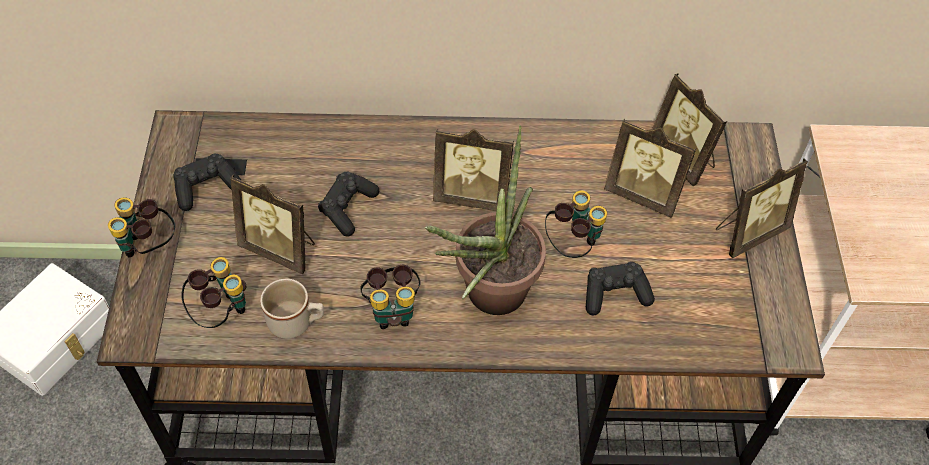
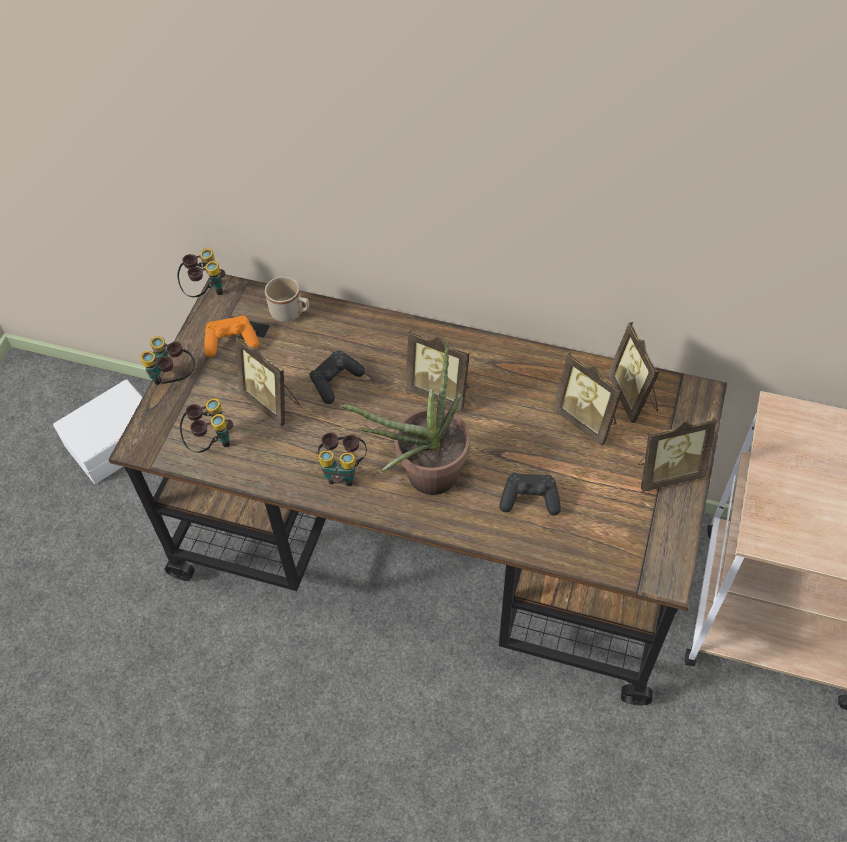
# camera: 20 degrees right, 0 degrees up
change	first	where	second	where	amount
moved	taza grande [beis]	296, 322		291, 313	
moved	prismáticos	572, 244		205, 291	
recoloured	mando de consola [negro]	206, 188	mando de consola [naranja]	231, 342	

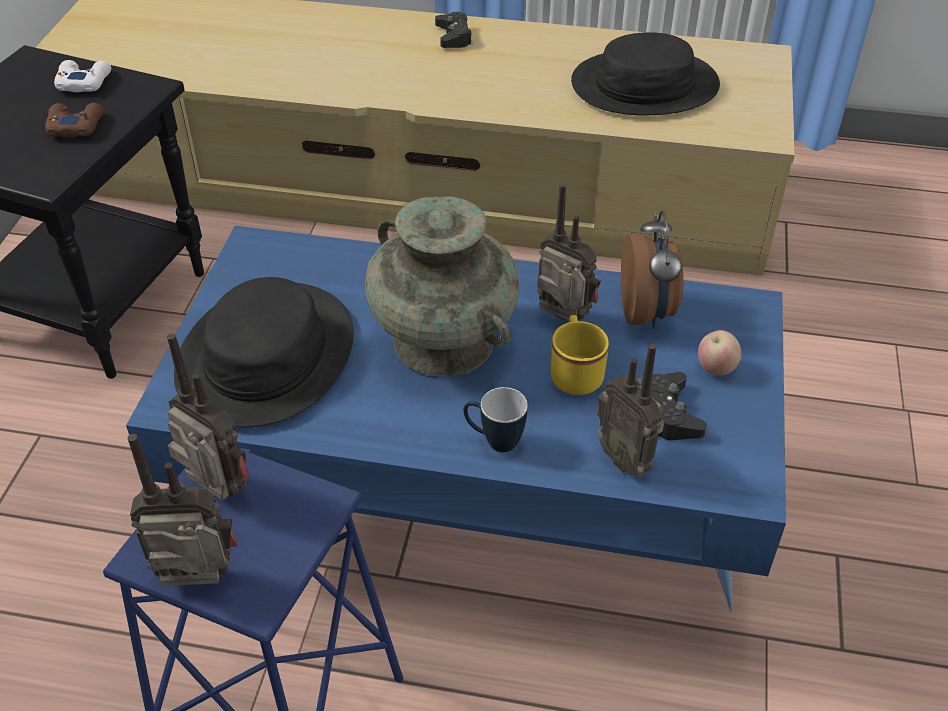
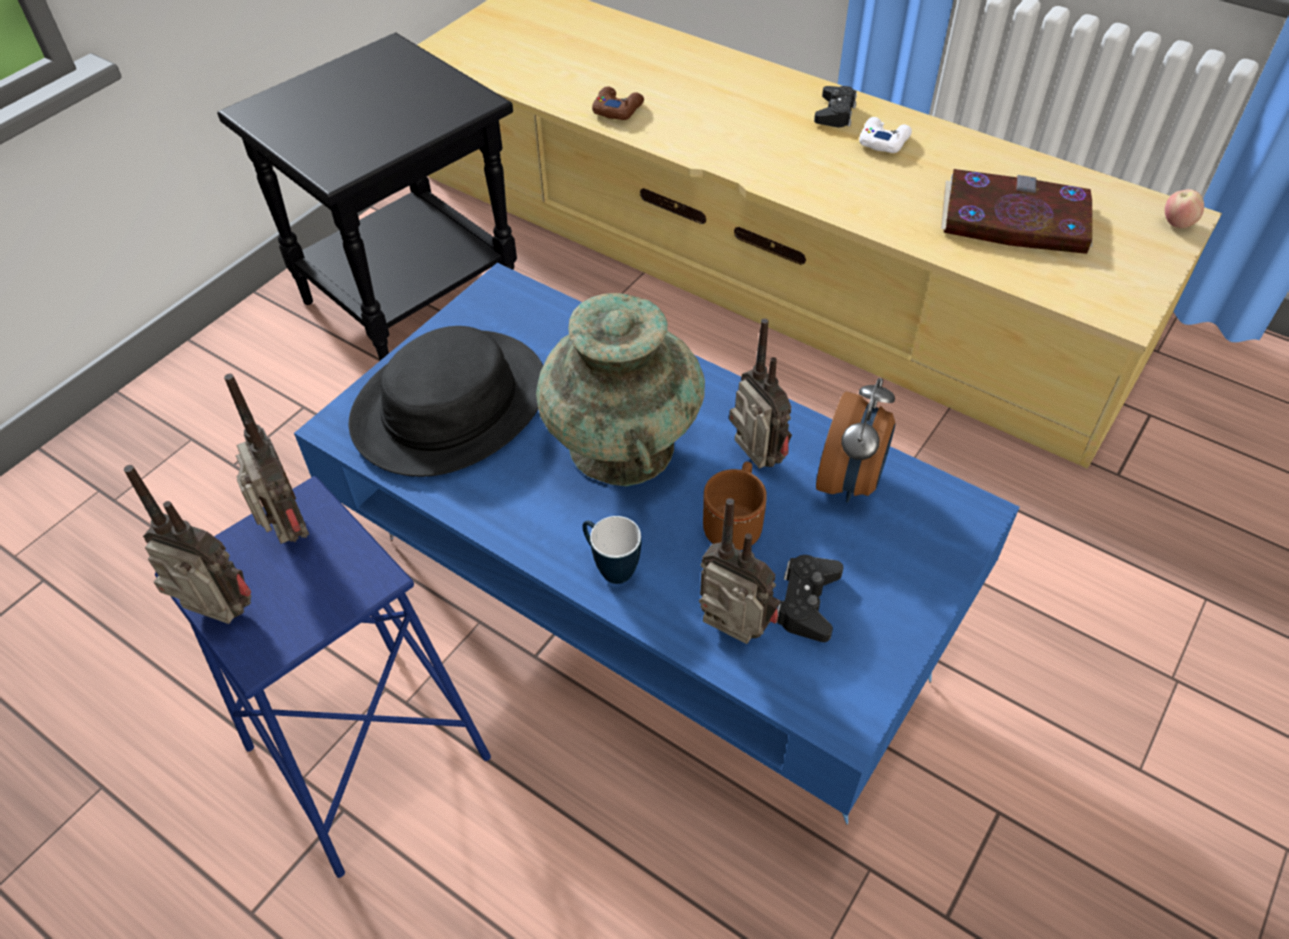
# camera: 25 degrees right, 5 degrees up
change	first	where	second	where	amount
moved	mando de consola [marrón]	75, 126		617, 109	
moved	mando de consola [blanco]	84, 82		883, 141	
moved	manzana	715, 368		1177, 223	
replaced	sombrero [negro]	644, 86	libro	1014, 219	
recoloured	taza grande [amarillo]	575, 372	taza grande [marrón]	735, 523	
turned	radio	626, 458		732, 635	135 degrees clockwise

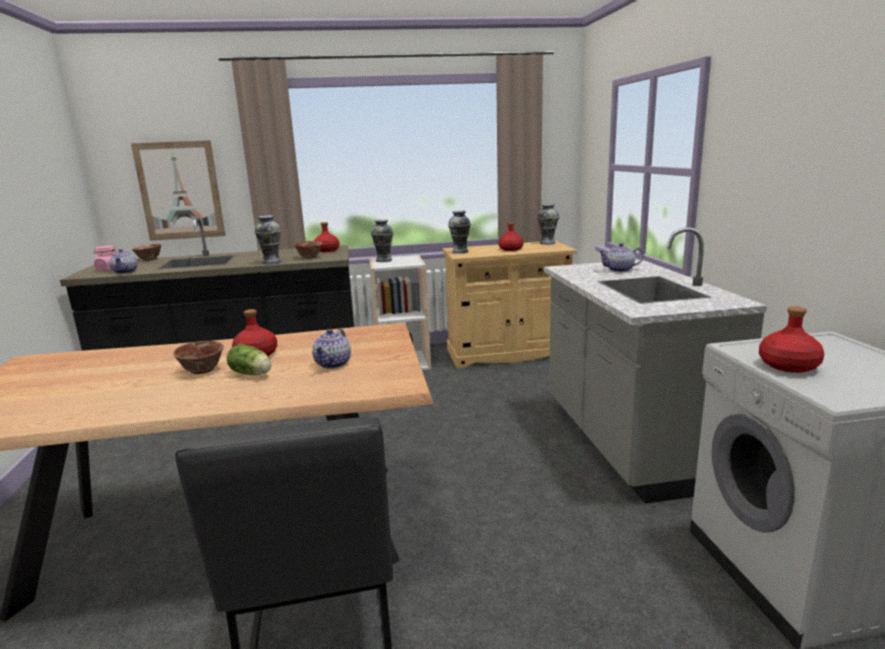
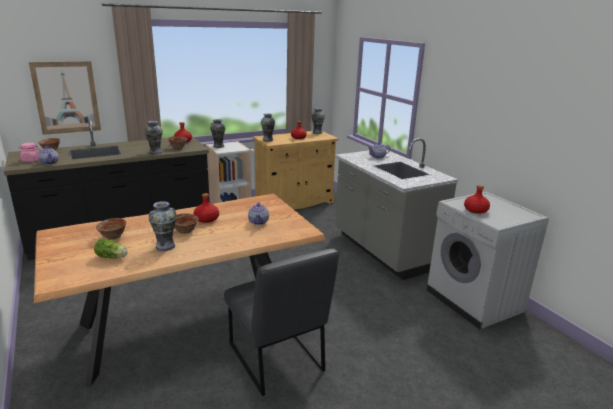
# camera: 20 degrees left, 5 degrees up
change	first	where	second	where	amount
added			cuenco	113, 237	
added			florero	165, 246	
moved	lechuga	252, 374		112, 257	

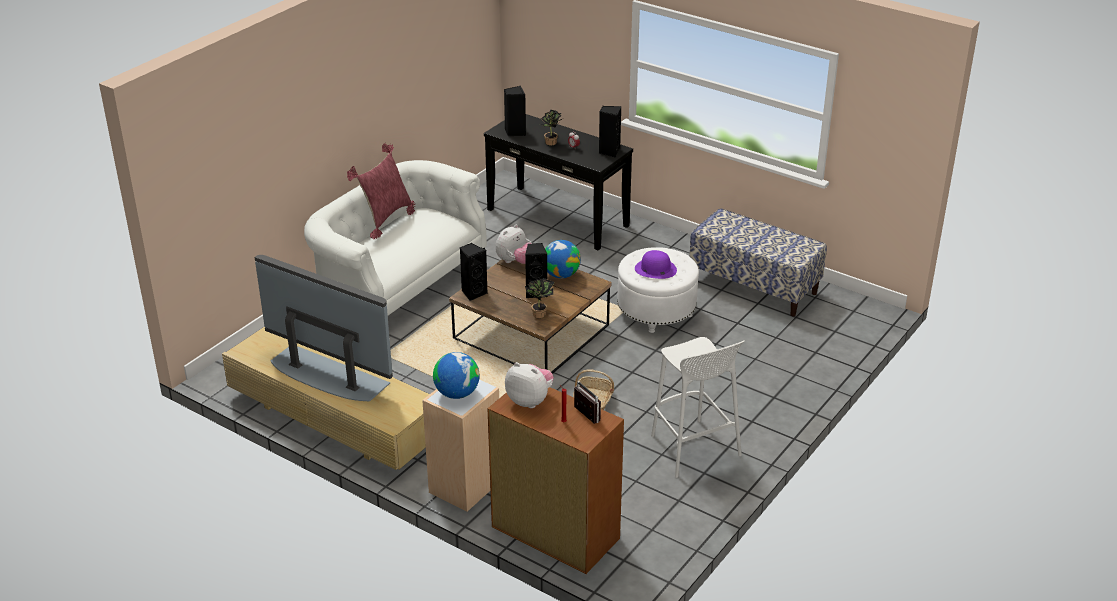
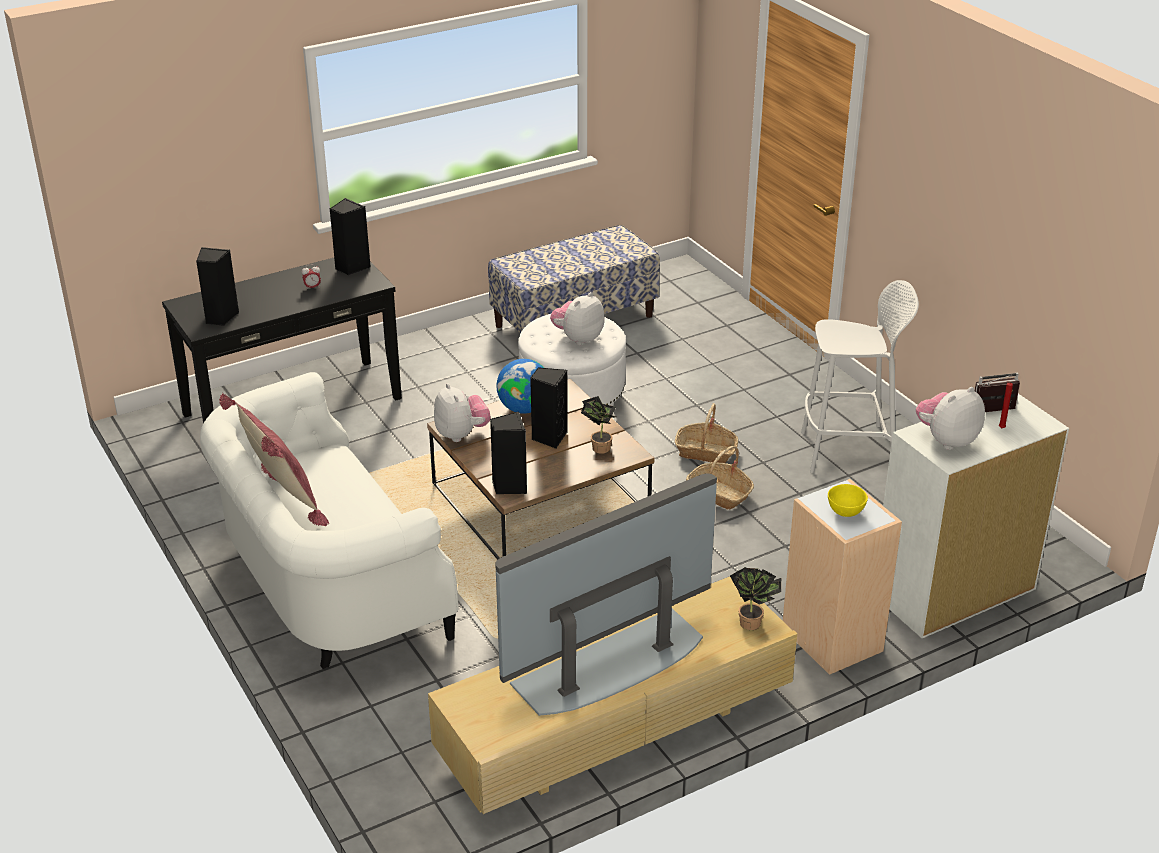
# camera: 65 degrees left, 0 degrees up
change	first	where	second	where	amount
added			cesta	705, 452	
moved	planta en maceta	552, 143		753, 622	
replaced	globo terráqueo	457, 393	cuenco [amarillo]	846, 512	
replaced	sombrero [morado]	655, 269	peluche	578, 338	
recoloured	armario [marrón]	555, 532	armario [blanco]	952, 591	

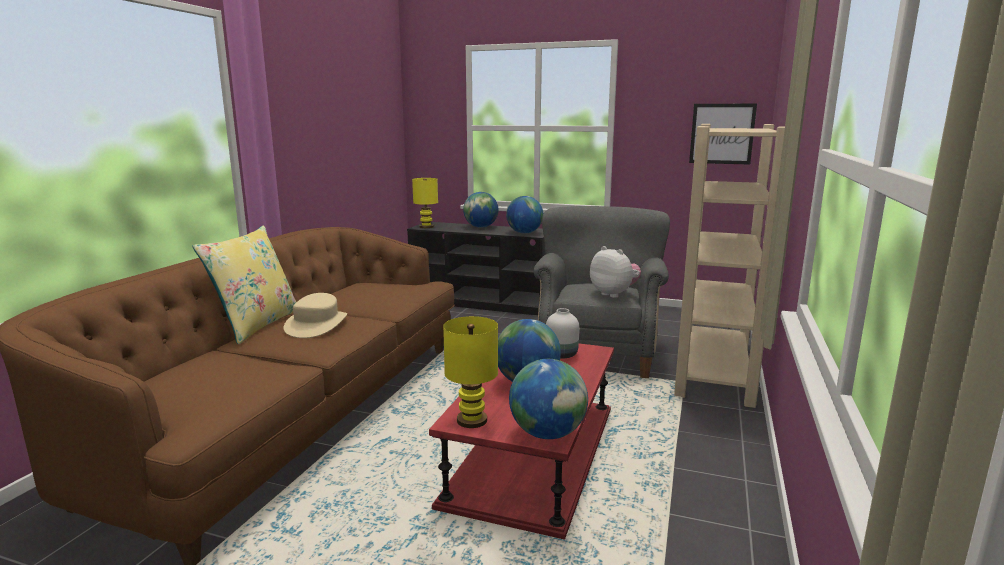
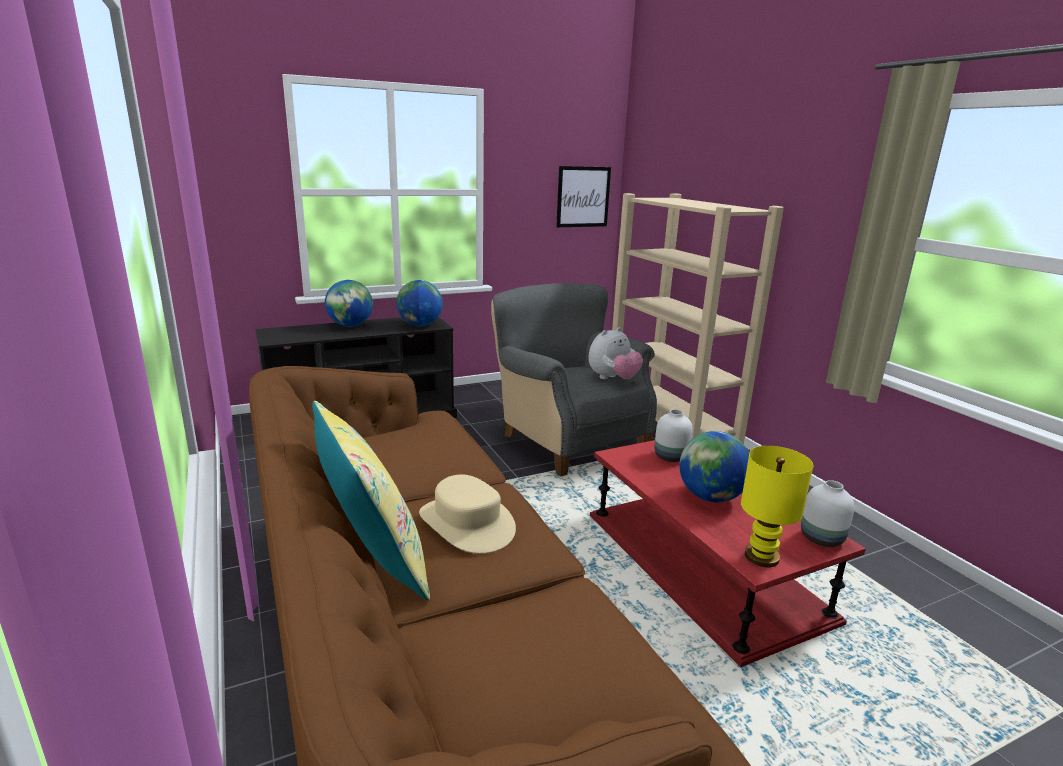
# camera: 45 degrees left, 5 degrees up
change	first	where	second	where	amount
removed	lámpara de mesa [amarillo]	426, 227			
replaced	globo terráqueo	547, 434	florero [blanco]	822, 538	
turned	peluche	614, 294		613, 379	135 degrees clockwise

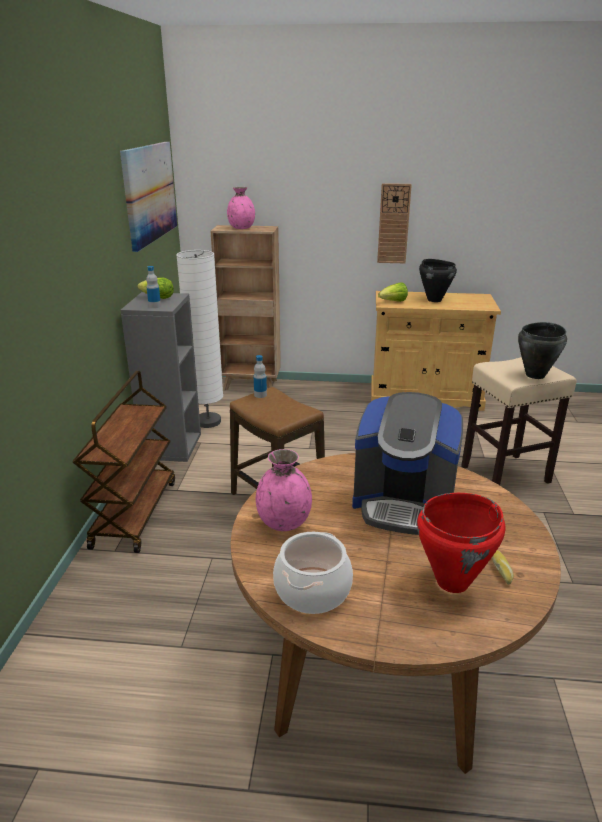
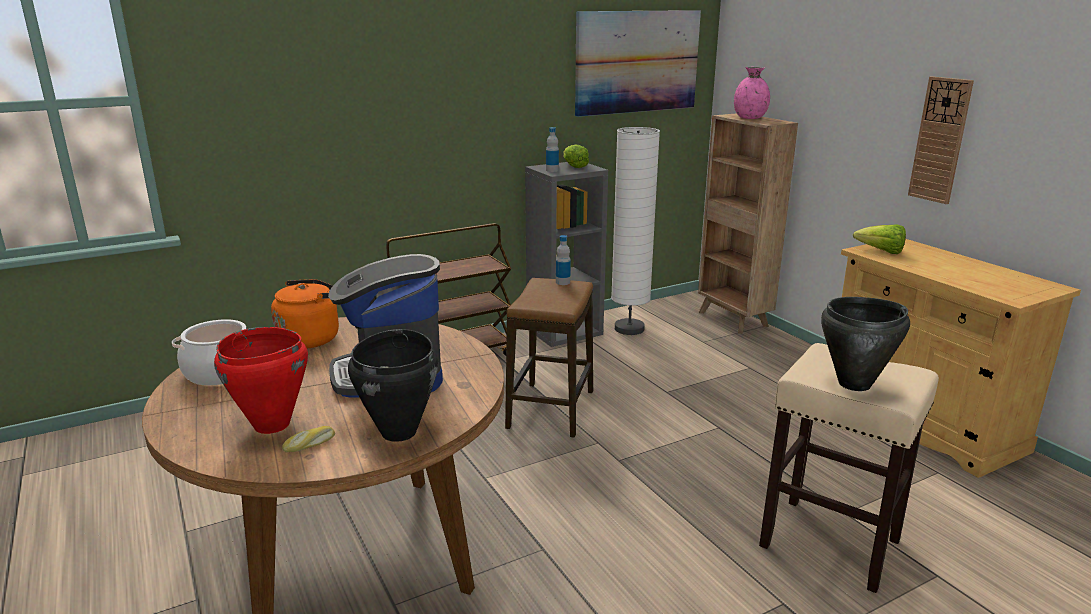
# camera: 55 degrees right, 5 degrees down
change	first	where	second	where	amount
moved	olla [negro]	434, 300		400, 432	
replaced	florero [rosa]	284, 522	hervidor [naranja]	312, 338	

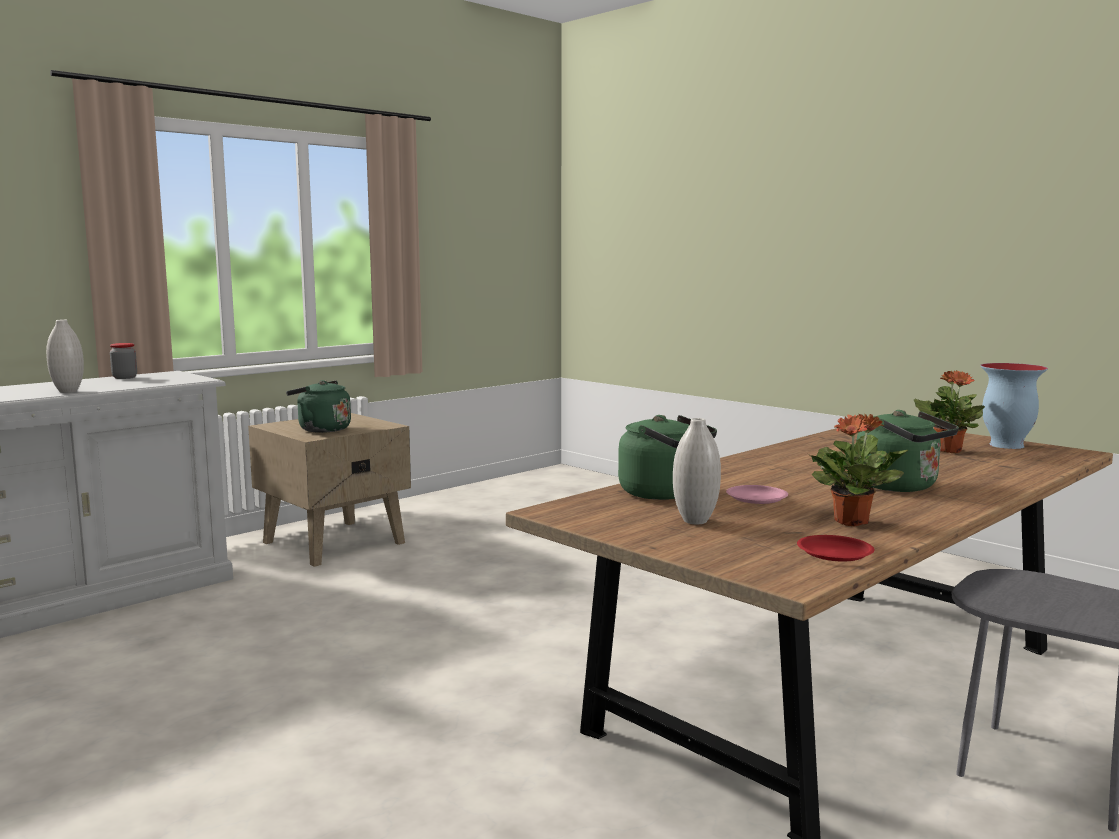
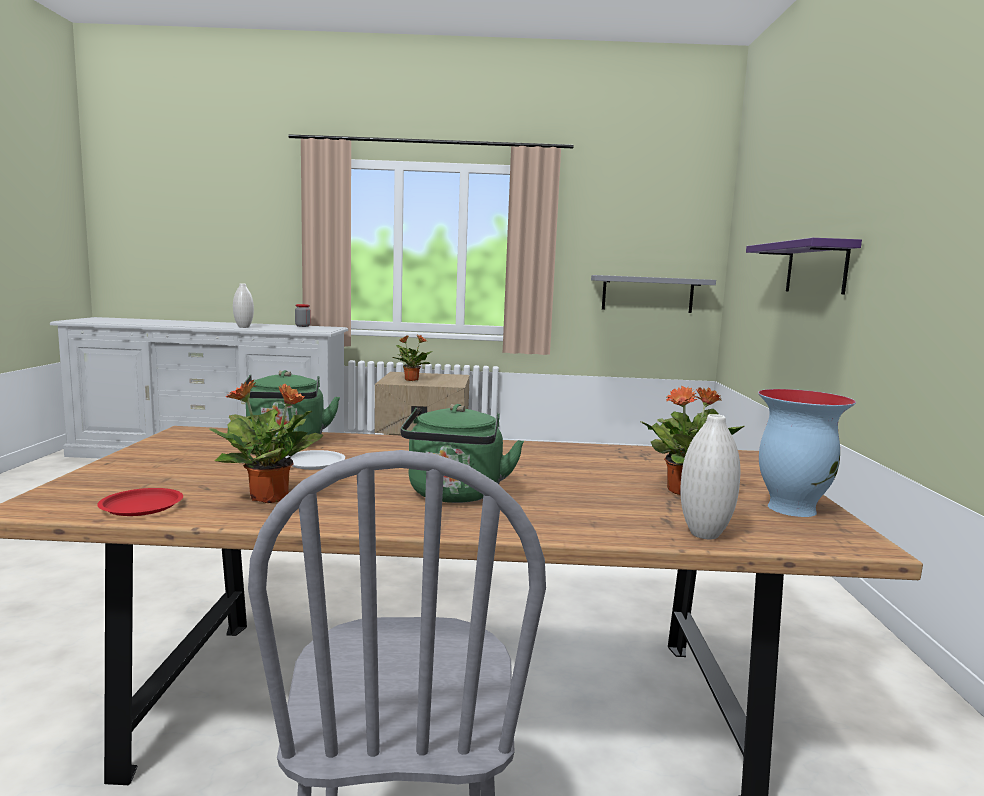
# camera: 45 degrees right, 0 degrees up
change	first	where	second	where	amount
added			estante [gris]	647, 294	
added			estante [morado]	816, 268	
moved	florero [blanco]	695, 521		704, 534	
replaced	hervidor [verde]	321, 429	planta en maceta	411, 380	
recoloured	plato [rosa]	756, 498	plato [blanco]	313, 463	

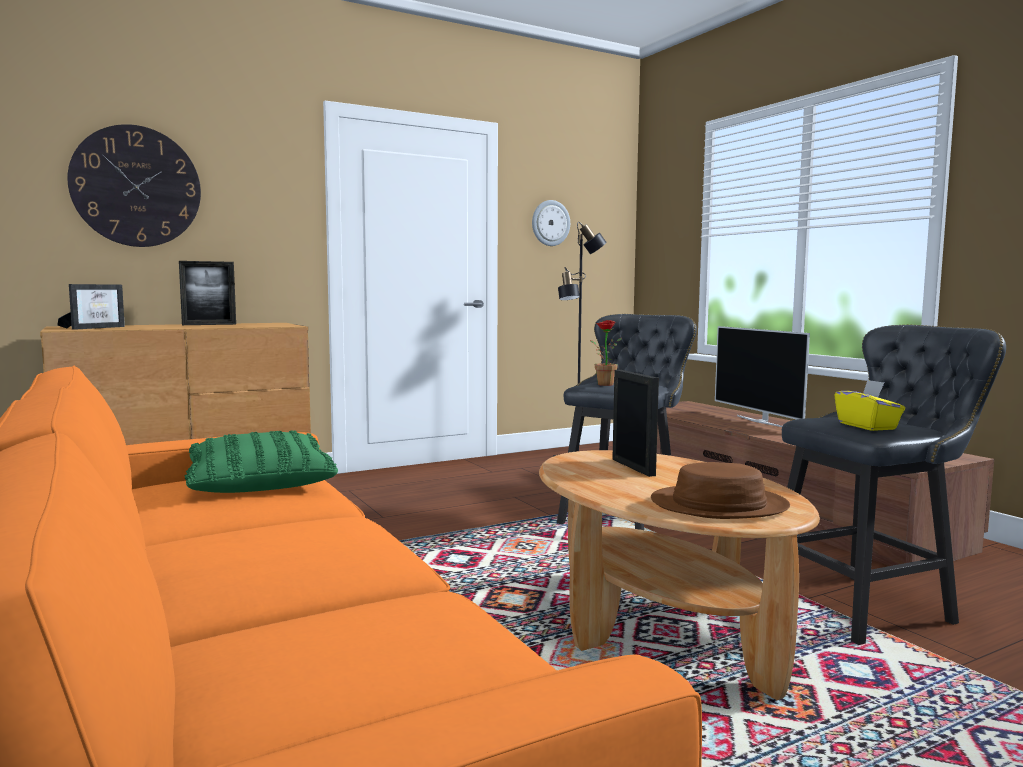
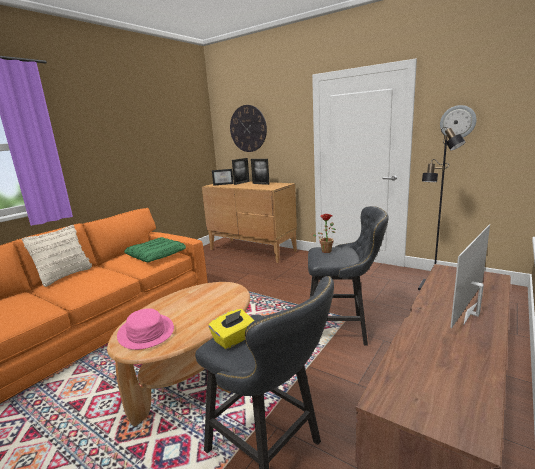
# camera: 65 degrees right, 10 degrees up
change	first	where	second	where	amount
added			cojín [beis]	65, 276	
moved	portarretratos	633, 467		241, 183	
recoloured	sombrero [marrón]	719, 505	sombrero [rosa]	145, 332	

